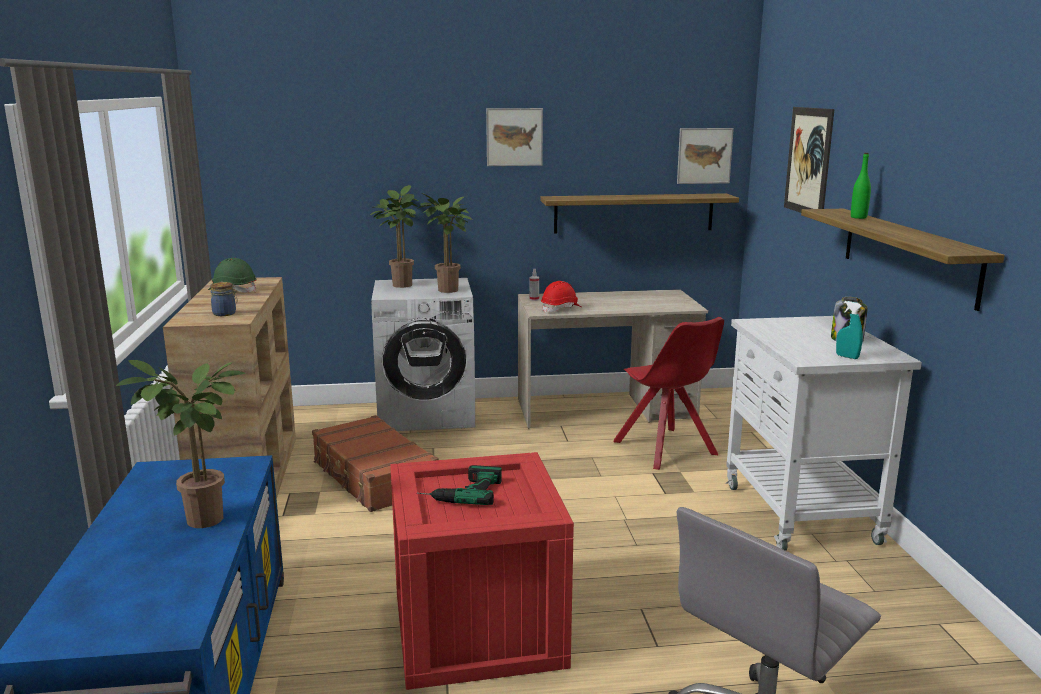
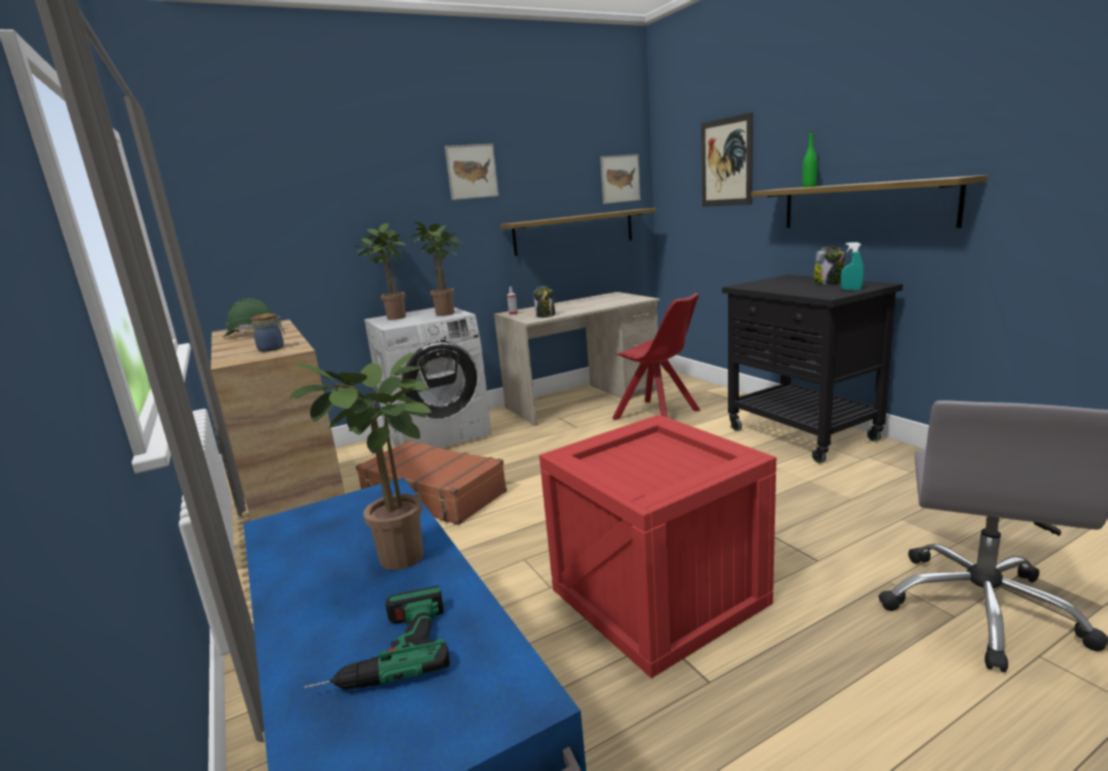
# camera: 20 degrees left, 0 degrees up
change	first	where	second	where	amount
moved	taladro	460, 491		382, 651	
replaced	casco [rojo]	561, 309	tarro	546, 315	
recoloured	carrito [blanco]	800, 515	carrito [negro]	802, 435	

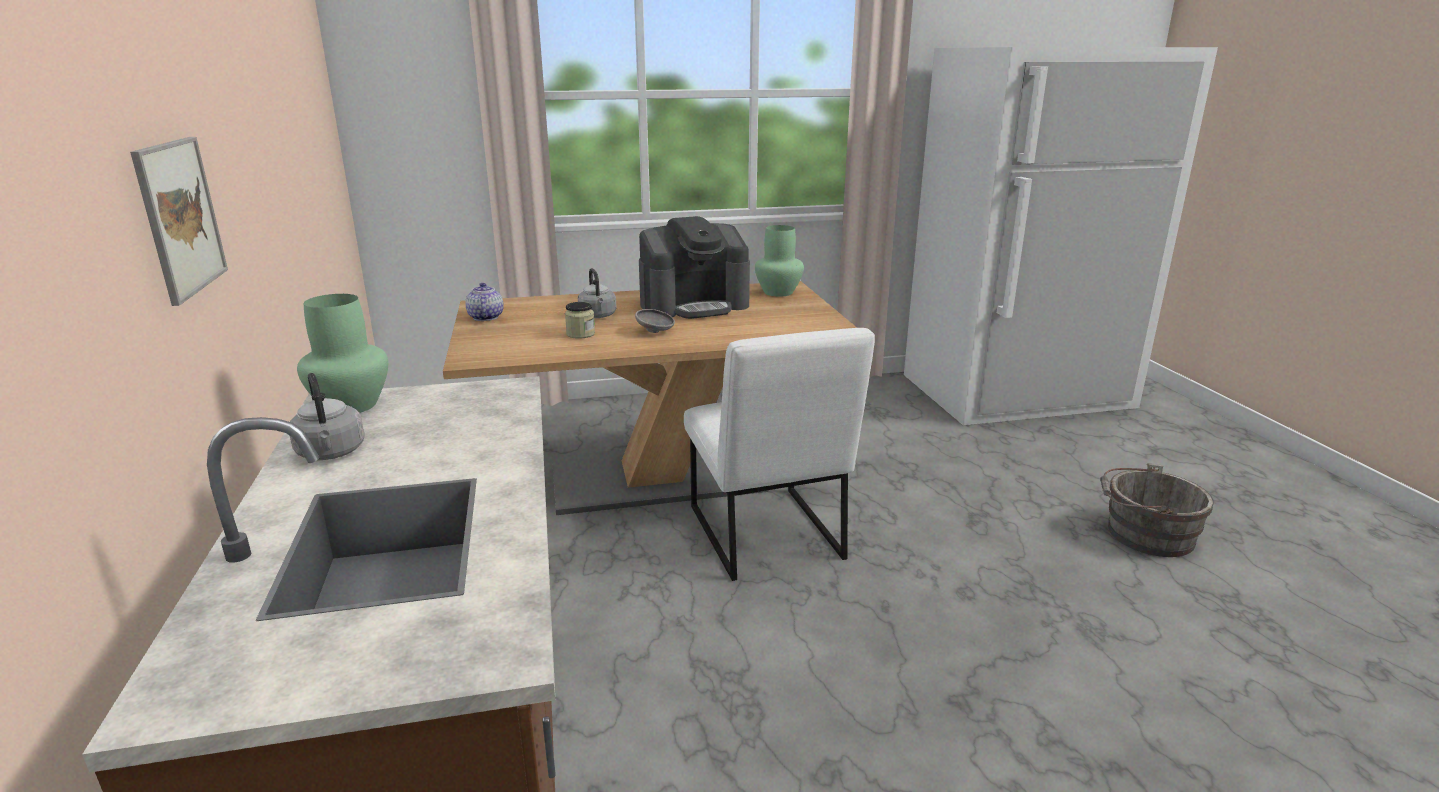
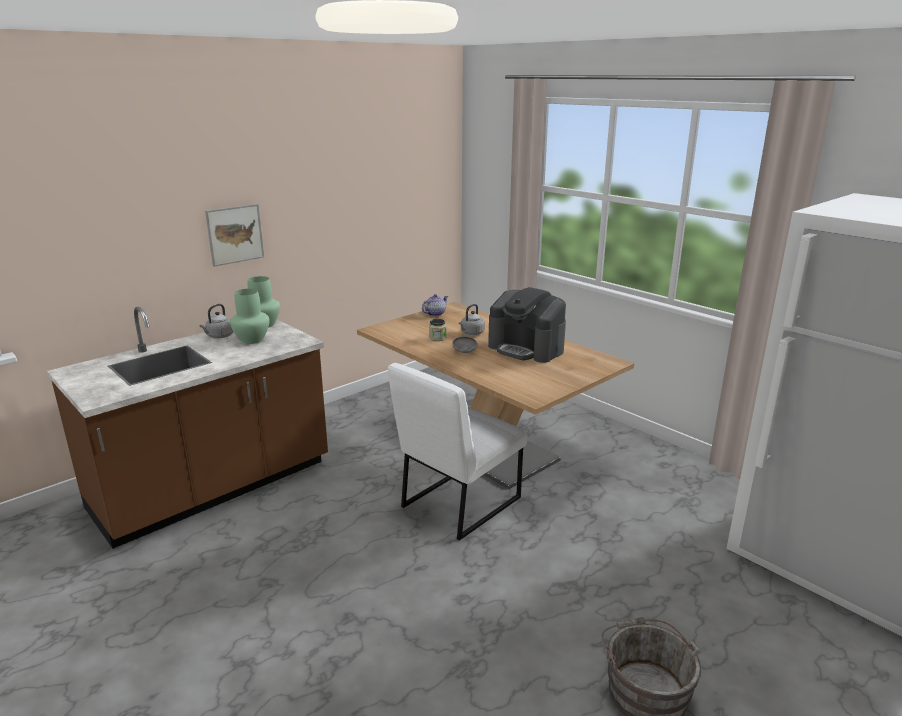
# camera: 60 degrees right, 0 degrees up
change	first	where	second	where	amount
moved	florero [verde]	779, 292		252, 340	

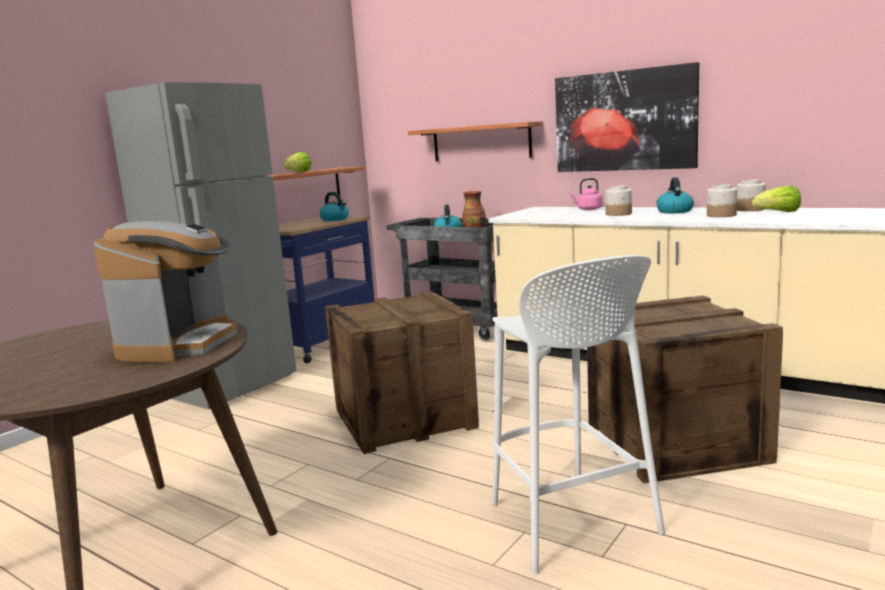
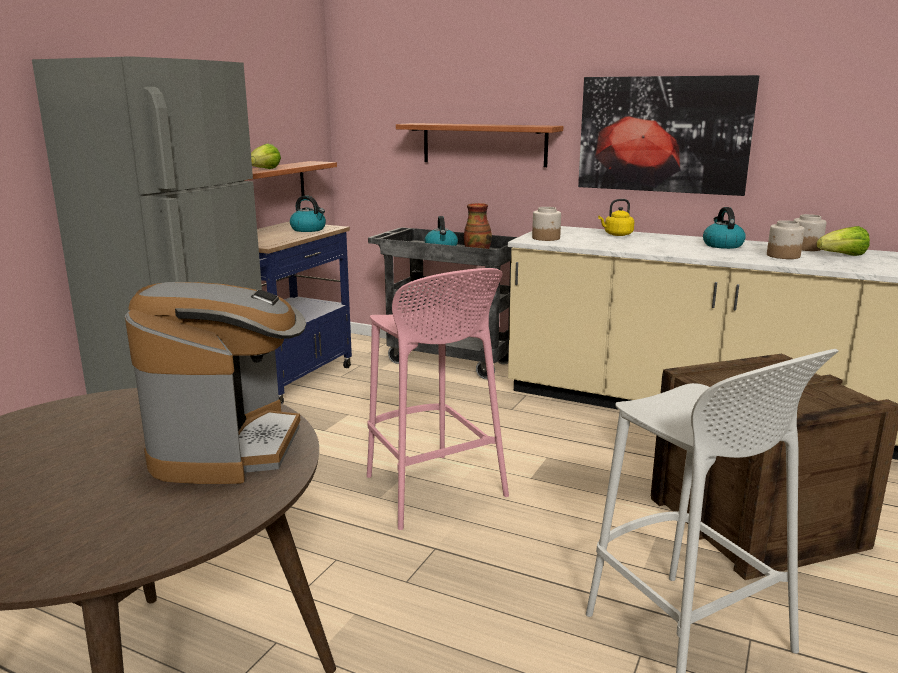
# camera: 10 degrees left, 5 degrees up
change	first	where	second	where	amount
moved	tarro	619, 214		546, 238	
replaced	caja de embalaje	404, 419	taburete [rosa]	431, 490	
recoloured	hervidor [rosa]	588, 209	hervidor [amarillo]	617, 234	

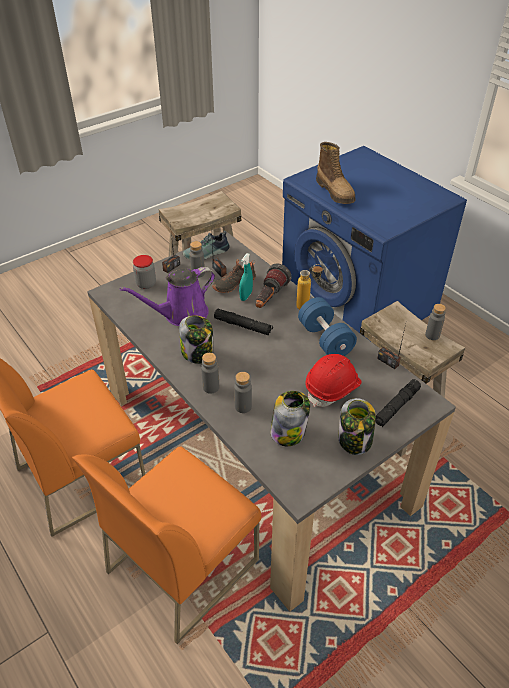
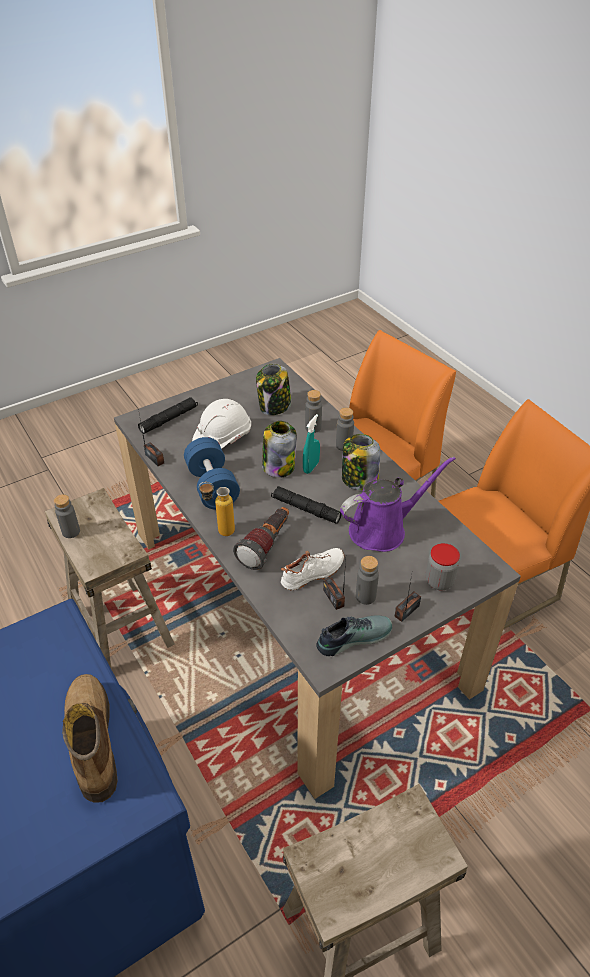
# camera: 175 degrees left, 0 degrees up
change	first	where	second	where	amount
moved	pulverizador [turquesa]	246, 296		311, 467	
moved	tarro	355, 440		278, 466	
recoloured	zapato [negro]	233, 283	zapato [blanco]	313, 574	
recoloured	casco [rojo]	333, 388	casco [blanco]	222, 437	

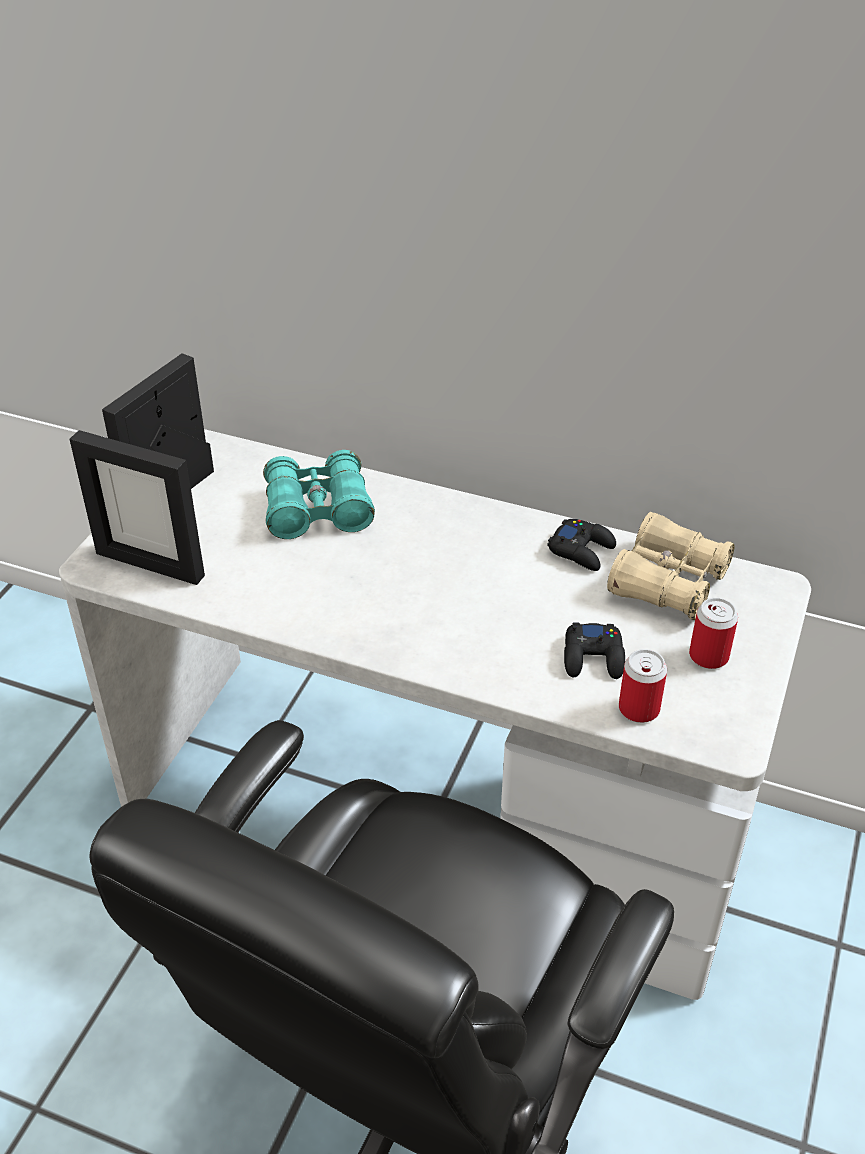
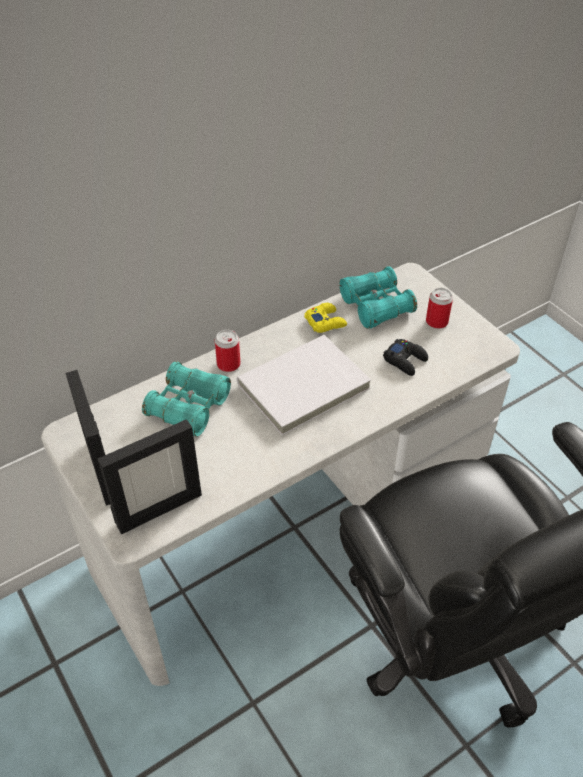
# camera: 55 degrees left, 5 degrees up
change	first	where	second	where	amount
added			libro [blanco]	305, 388	
moved	lata	639, 709		228, 364	
recoloured	mando de consola [negro]	582, 550	mando de consola [amarillo]	325, 322	
recoloured	prismáticos [beis]	667, 582	prismáticos [turquesa]	376, 306	

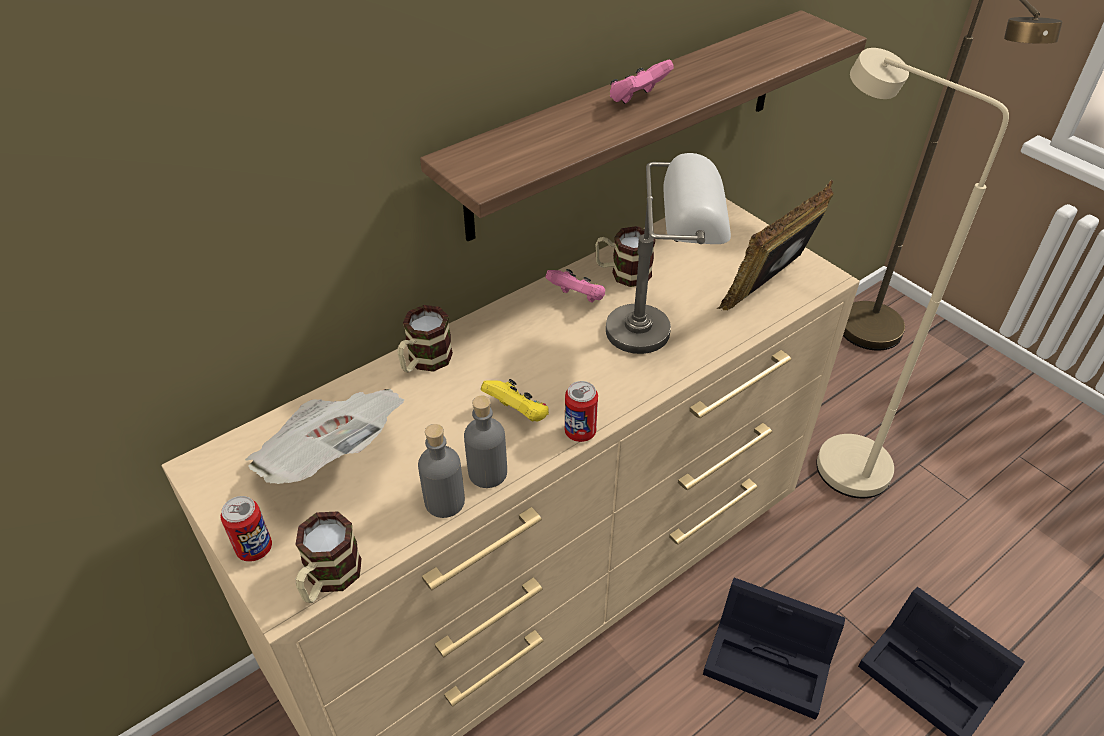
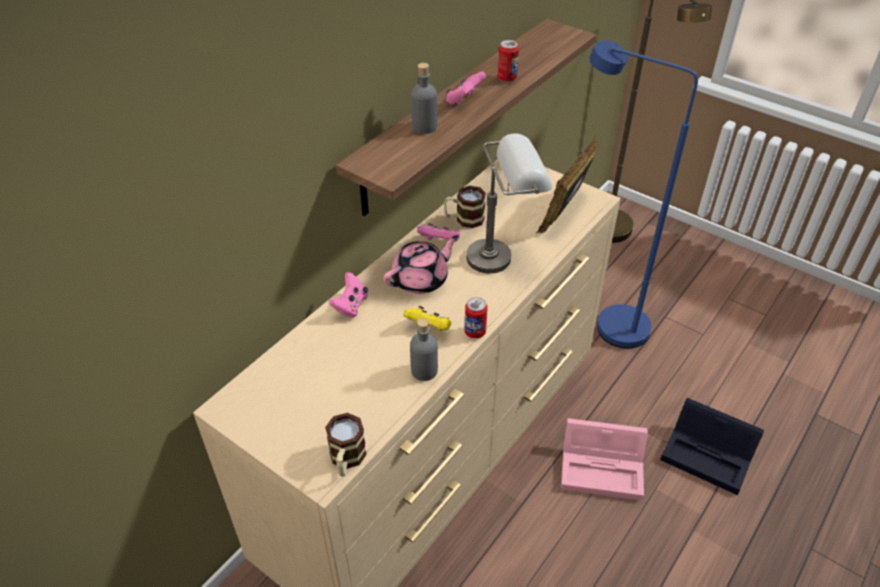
# camera: 15 degrees left, 0 degrees up
change	first	where	second	where	amount
removed	periódico	331, 458			
added			tetera [rosa]	421, 279	
moved	lata	254, 549		507, 78	
moved	botella [gris]	444, 501		424, 127	
replaced	taza grande	424, 362	mando de consola [rosa]	351, 306	
recoloured	caja de almacenaje [negro]	773, 658	caja de almacenaje [rosa]	604, 468	
recoloured	lámpara de pie [beis]	833, 458	lámpara de pie [azul]	608, 324	

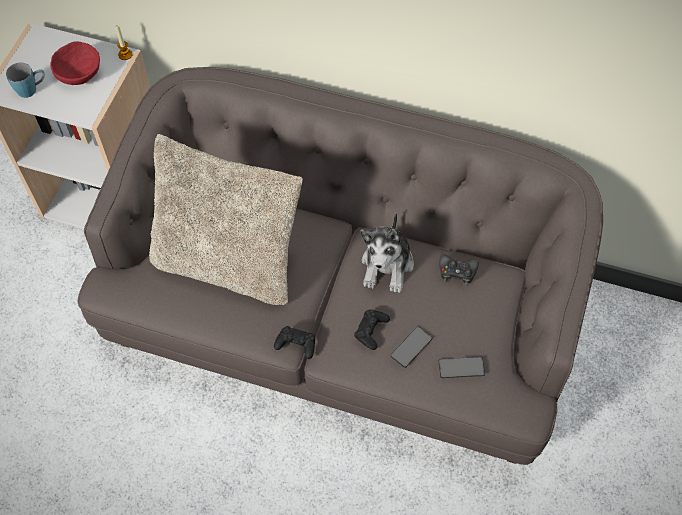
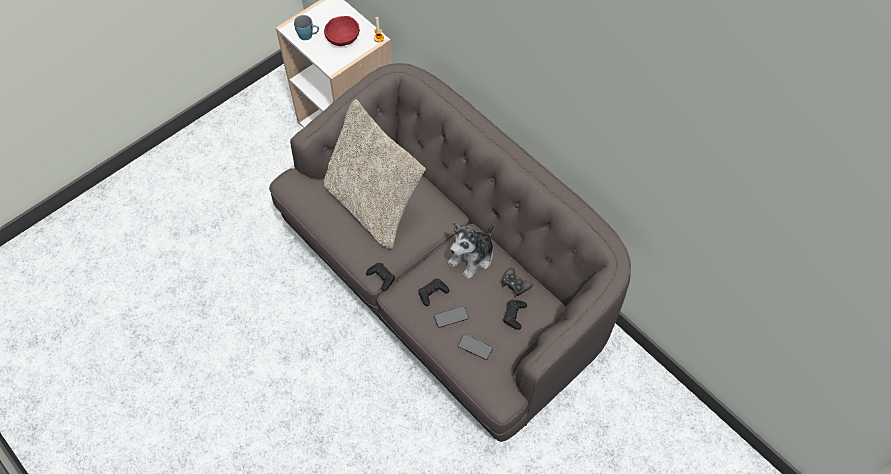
# camera: 30 degrees right, 0 degrees up
change	first	where	second	where	amount
added			mando de consola [negro]	514, 315	

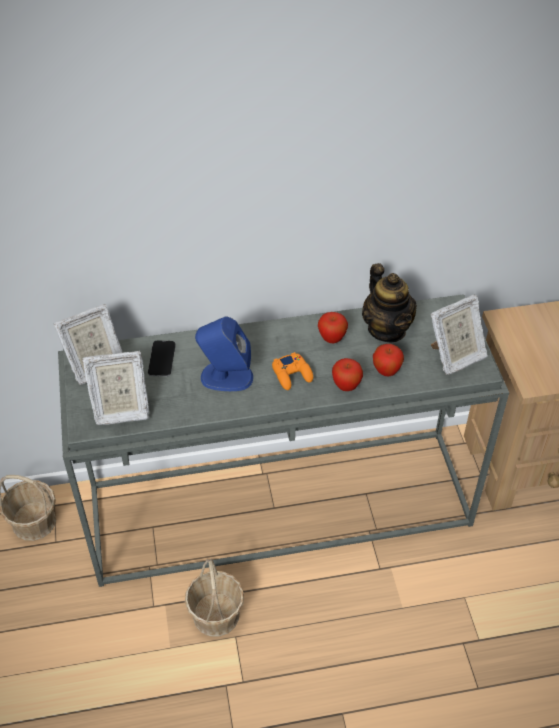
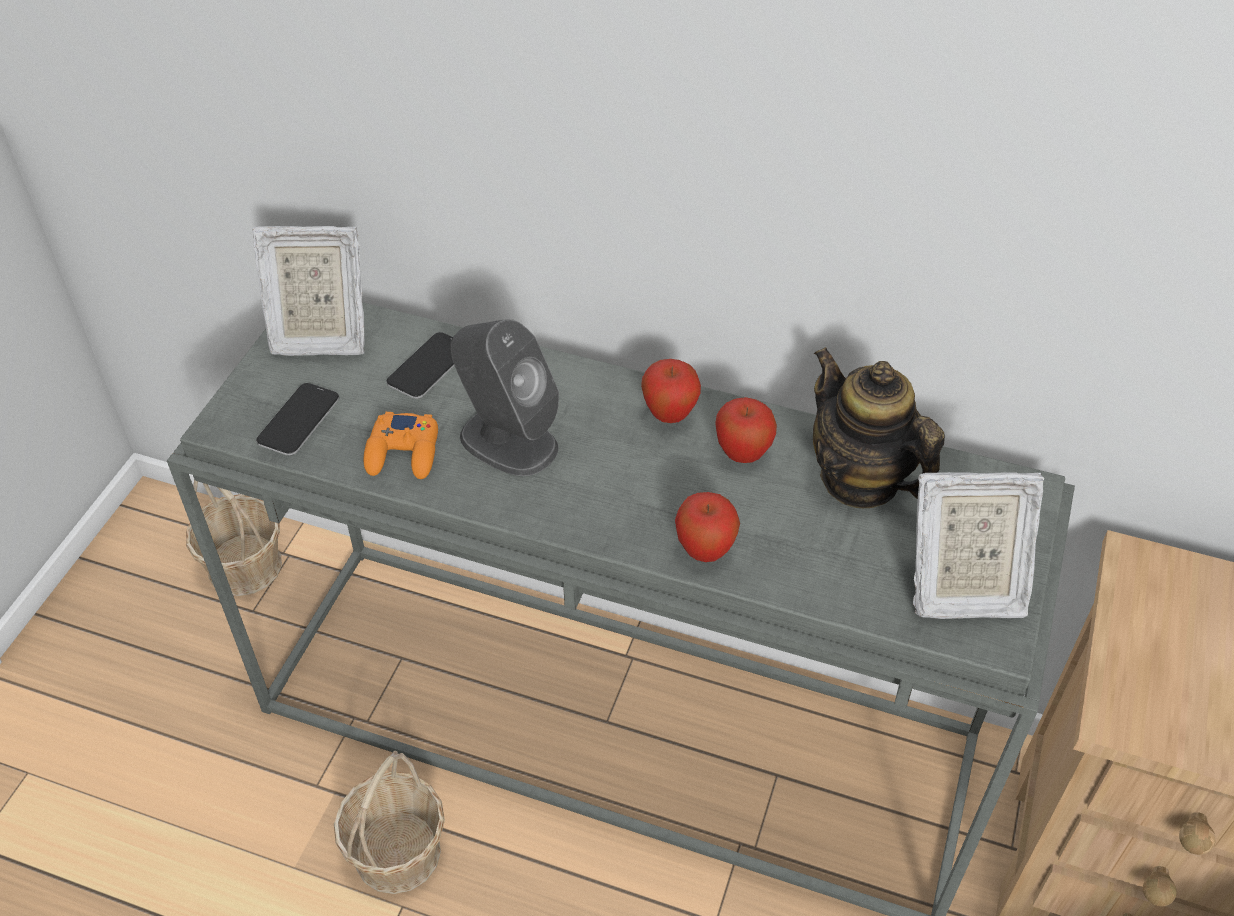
# camera: 30 degrees right, 0 degrees up
change	first	where	second	where	amount
moved	mando de consola [naranja]	292, 374		404, 453	
moved	manzana	386, 371		669, 415	
replaced	portarretratos	120, 409	móvil	299, 420	
recoloured	altavoz [azul]	226, 377	altavoz [gris]	507, 441	
turned	tetera	387, 329		860, 479	135 degrees clockwise

